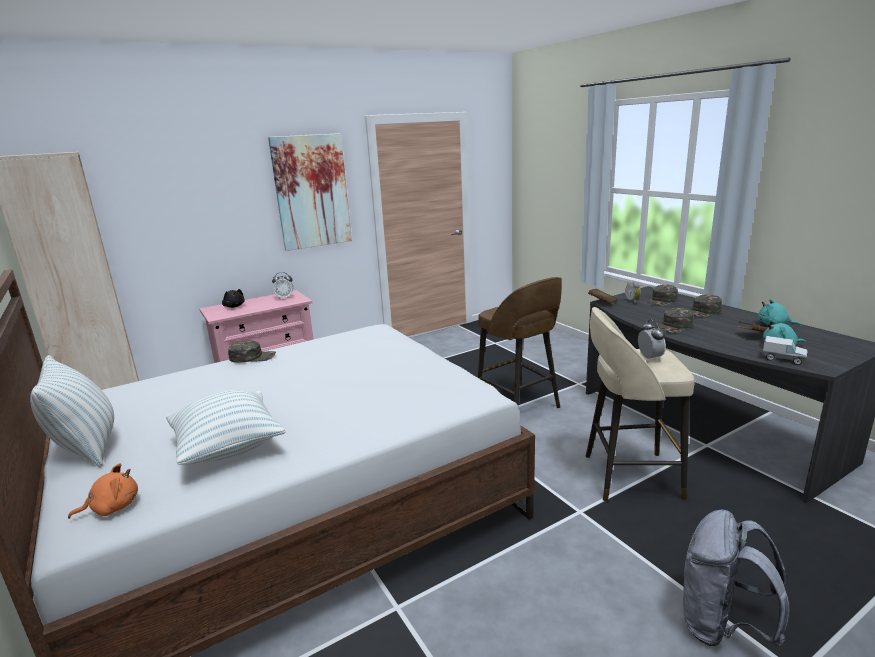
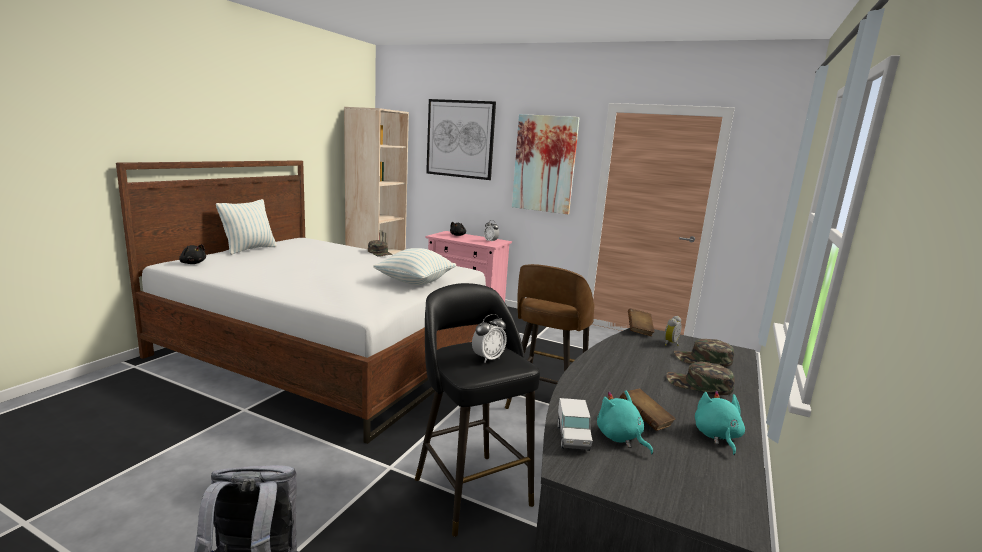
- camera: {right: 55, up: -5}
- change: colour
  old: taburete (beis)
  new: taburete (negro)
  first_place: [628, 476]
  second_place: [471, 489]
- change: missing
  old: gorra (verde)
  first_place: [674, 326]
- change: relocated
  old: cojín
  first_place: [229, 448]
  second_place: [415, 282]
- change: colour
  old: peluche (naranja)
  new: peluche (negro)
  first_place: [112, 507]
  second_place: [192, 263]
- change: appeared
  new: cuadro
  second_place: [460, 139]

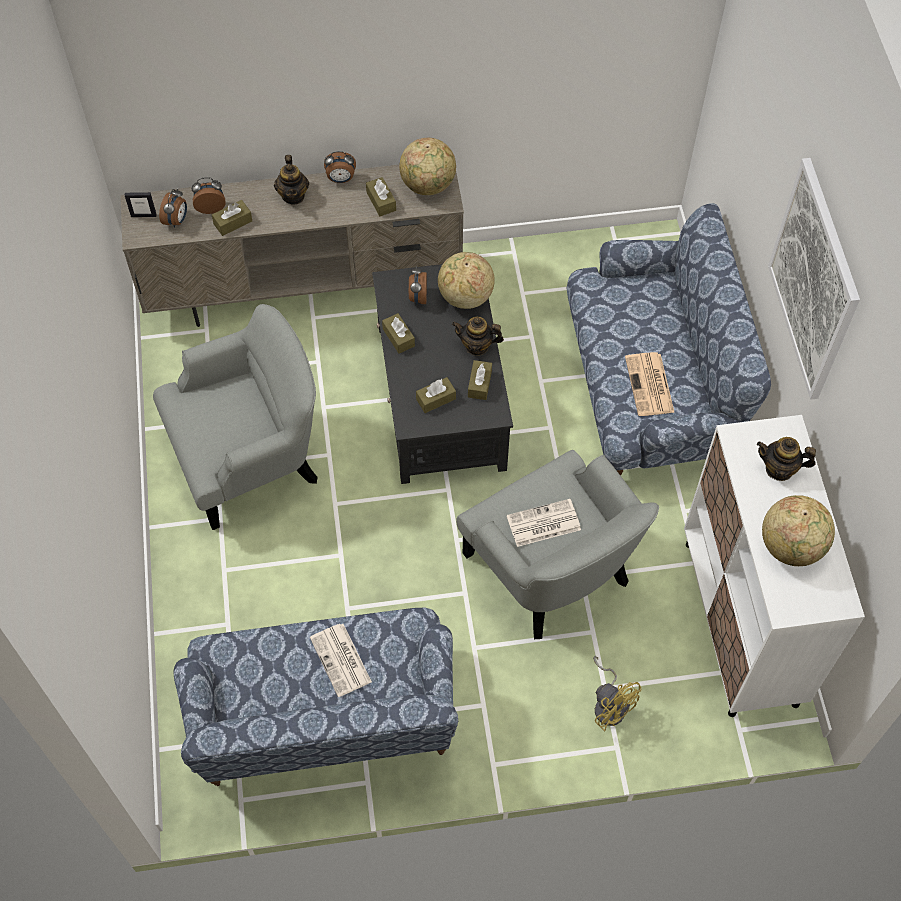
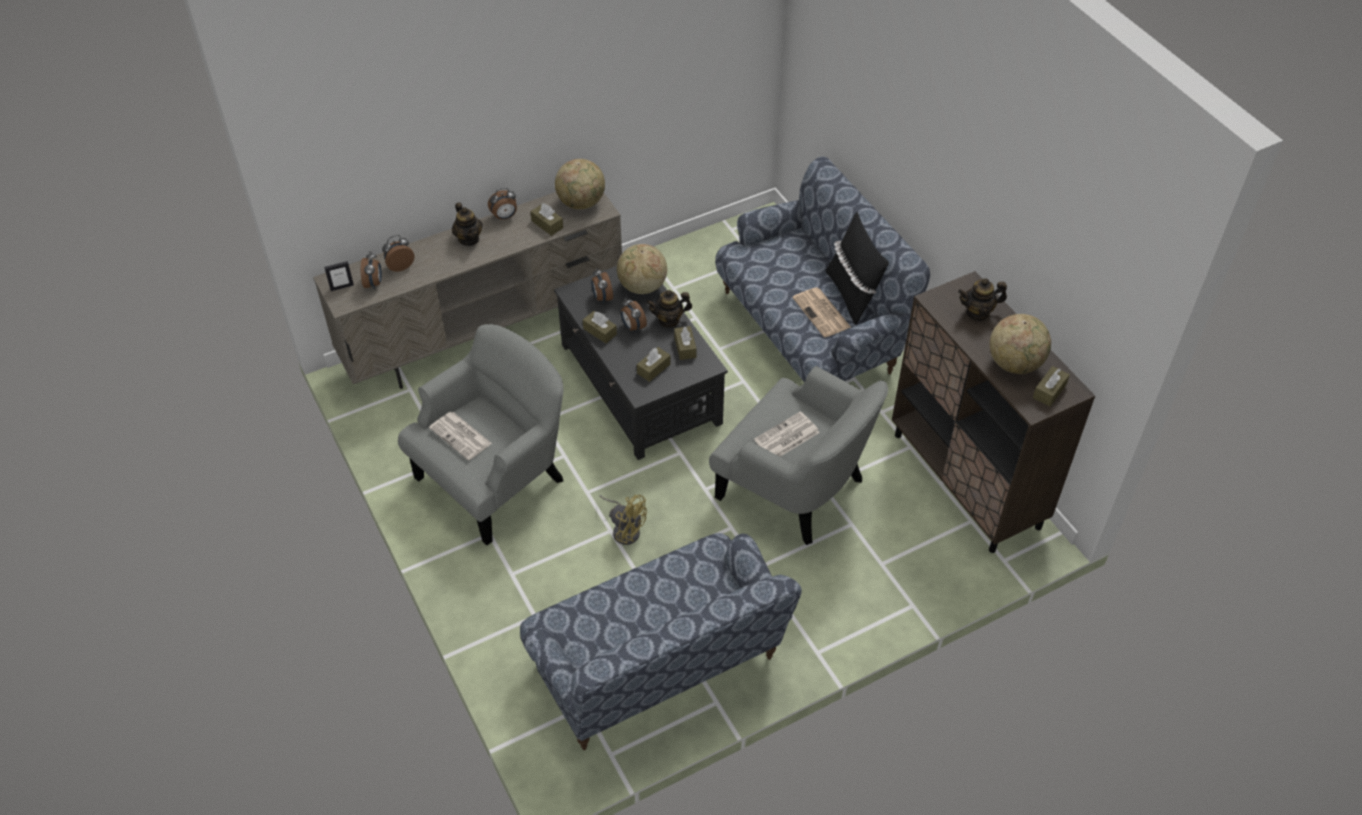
- camera: {right: -20, up: -10}
- change: missing
  old: cuadro
  first_place: [814, 280]
- change: relocated
  old: caja de pañuelos (marrón)
  first_place: [233, 222]
  second_place: [1049, 391]
- change: colour
  old: armario (blanco)
  new: armario (marrón)
  first_place: [740, 623]
  second_place: [966, 481]
- change: relocated
  old: periódico
  first_place: [341, 660]
  second_place: [461, 436]
- change: relocated
  old: ventilador (amarillo)
  first_place: [610, 704]
  second_place: [625, 529]
- change: appeared
  new: cojín (negro)
  second_place: [852, 294]
- change: appeared
  new: despertador
  second_place: [633, 327]

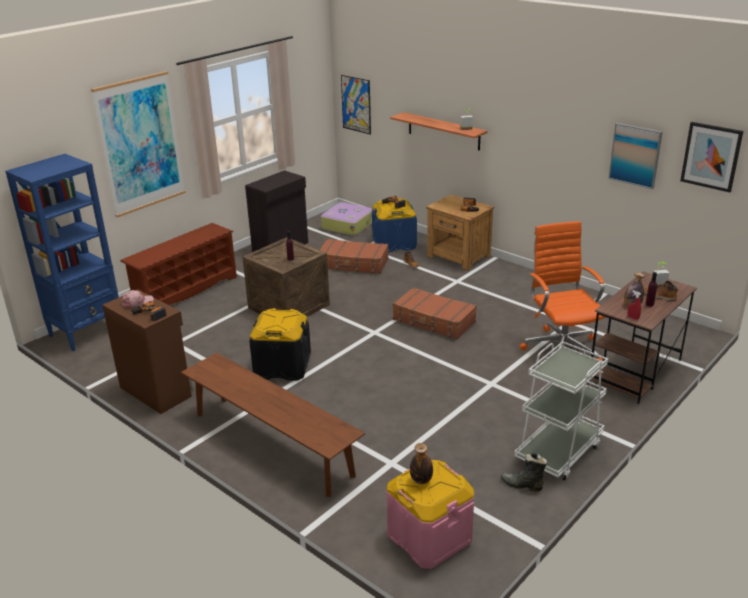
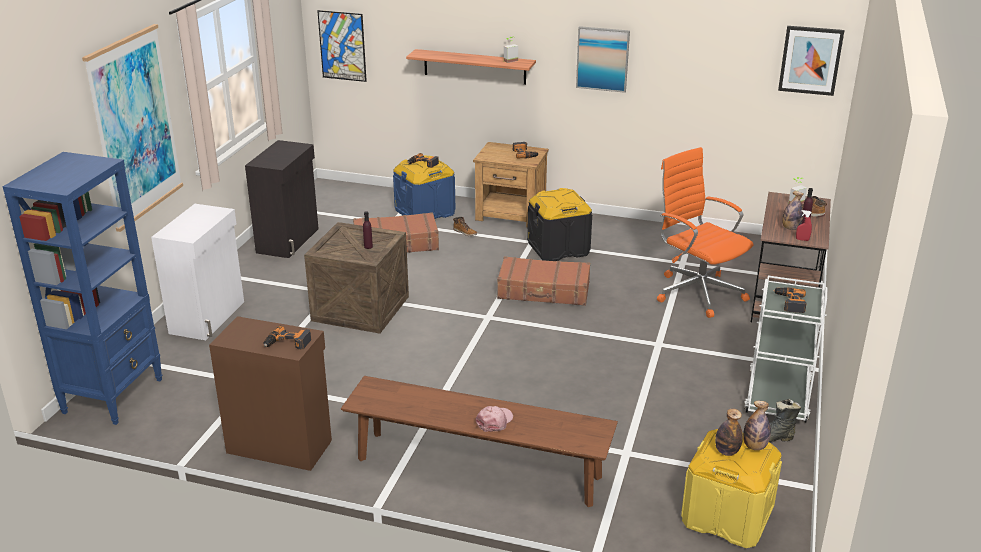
- camera: {right: -25, up: 0}
- change: relocated
  old: cuadro
  first_place: [635, 155]
  second_place: [602, 59]
- change: missing
  old: maleta
  first_place: [347, 225]
- change: exchanged
  old: zapatero (marrón)
  new: armario (blanco)
  first_place: [185, 291]
  second_place: [209, 317]
- change: relocated
  old: gorra (rosa)
  first_place: [137, 302]
  second_place: [494, 421]
- change: relocated
  old: caja de almacenaje (negro)
  first_place: [283, 366]
  second_place: [558, 248]
- change: colour
  old: caja de almacenaje (rosa)
  new: caja de almacenaje (amarillo)
  first_place: [429, 537]
  second_place: [726, 516]
- change: appeared
  new: taladro
  second_place: [789, 302]
- change: appeared
  new: botella
  second_place: [754, 446]

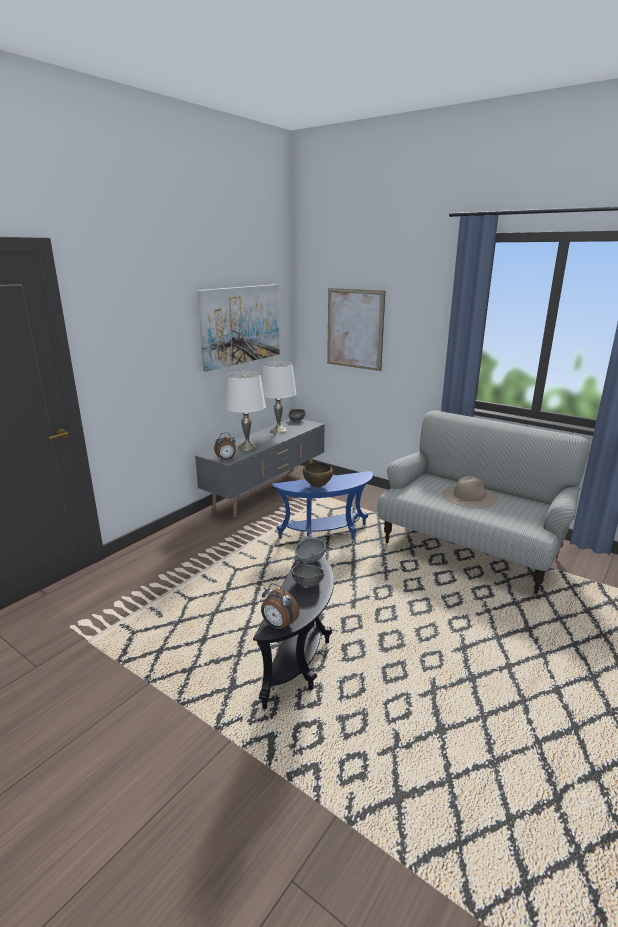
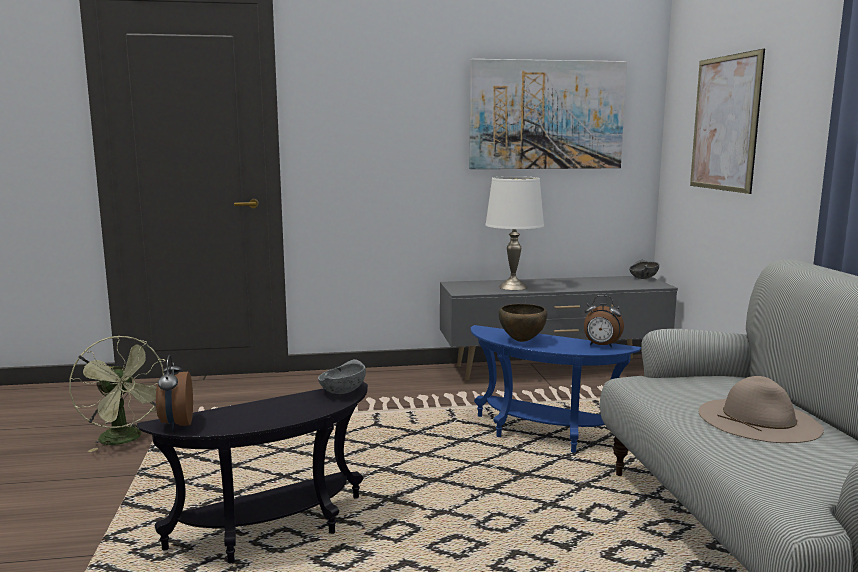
- camera: {right: 45, up: -10}
- change: missing
  old: lámpara de mesa (blanco)
  first_place: [279, 431]
- change: relocated
  old: despertador
  first_place: [226, 459]
  second_place: [601, 346]
- change: missing
  old: cuenco (gris)
  first_place: [308, 583]
- change: appeared
  new: ventilador (verde)
  second_place: [125, 440]

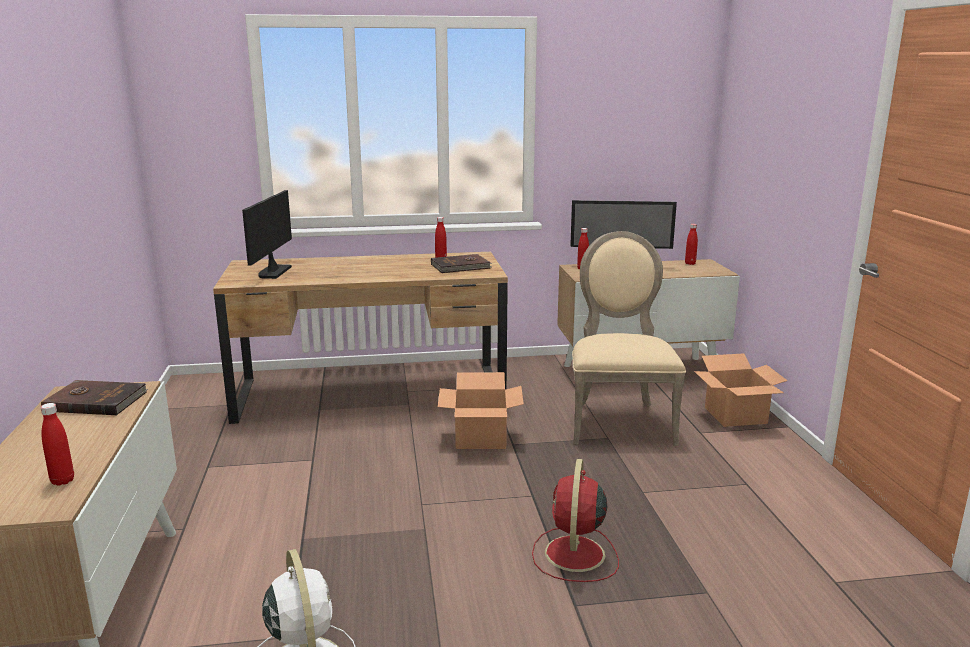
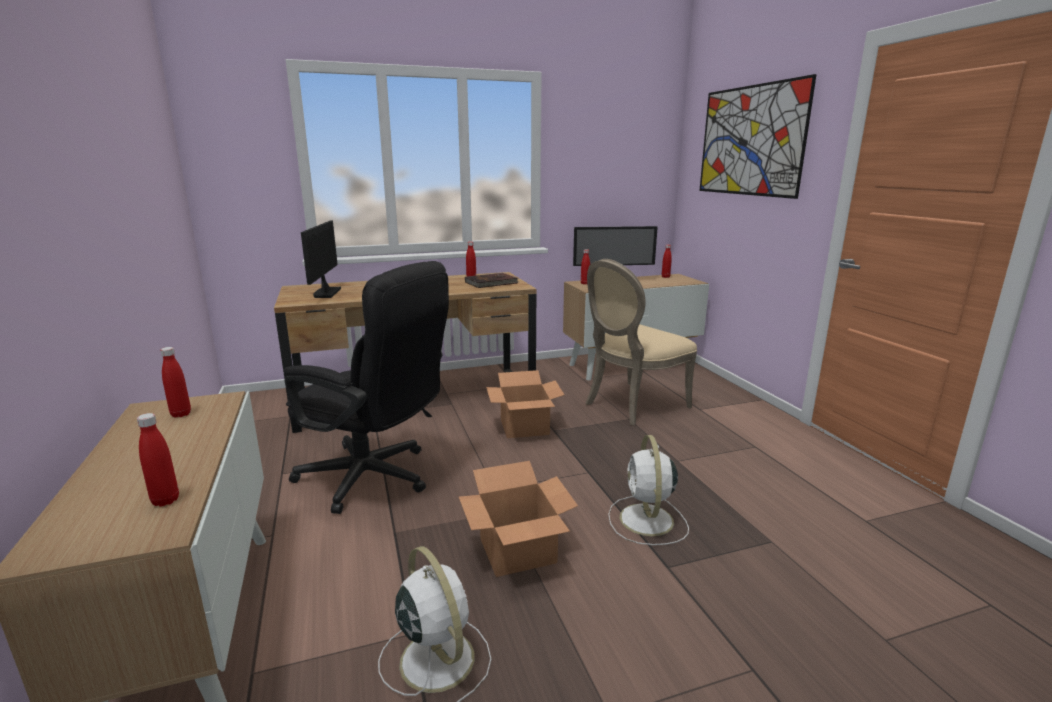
- camera: {right: -10, up: 0}
- change: spun
  old: silla (beis)
  first_place: [618, 421]
  second_place: [632, 405]
  degrees: -120
- change: relocated
  old: caja de cartón
  first_place: [736, 415]
  second_place: [518, 550]
- change: exchanged
  old: libro (marrón)
  new: botella (rojo)
  first_place: [96, 401]
  second_place: [181, 414]
- change: colour
  old: ventilador (rojo)
  new: ventilador (blanco)
  first_place: [574, 555]
  second_place: [647, 521]
- change: appeared
  new: cuadro
  second_place: [750, 141]
- change: appeared
  new: silla de oficina (negro)
  second_place: [375, 479]

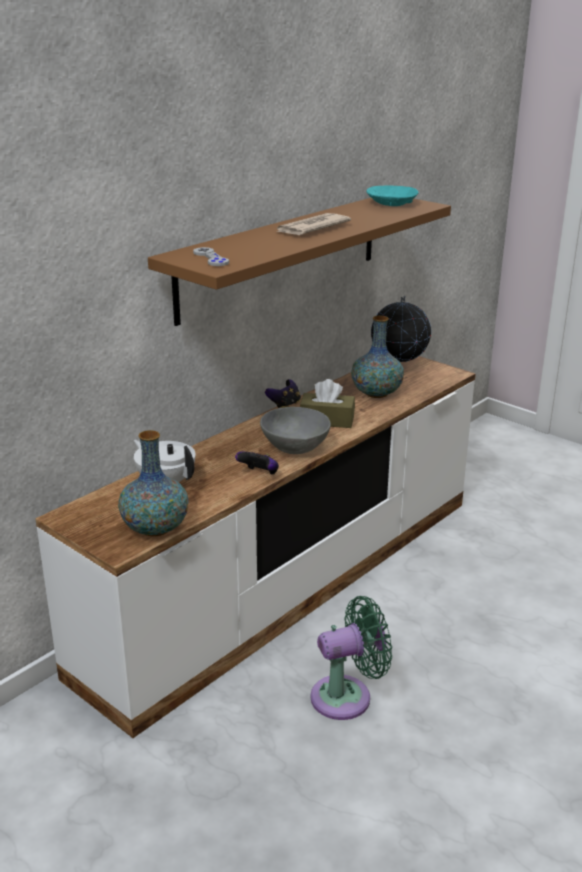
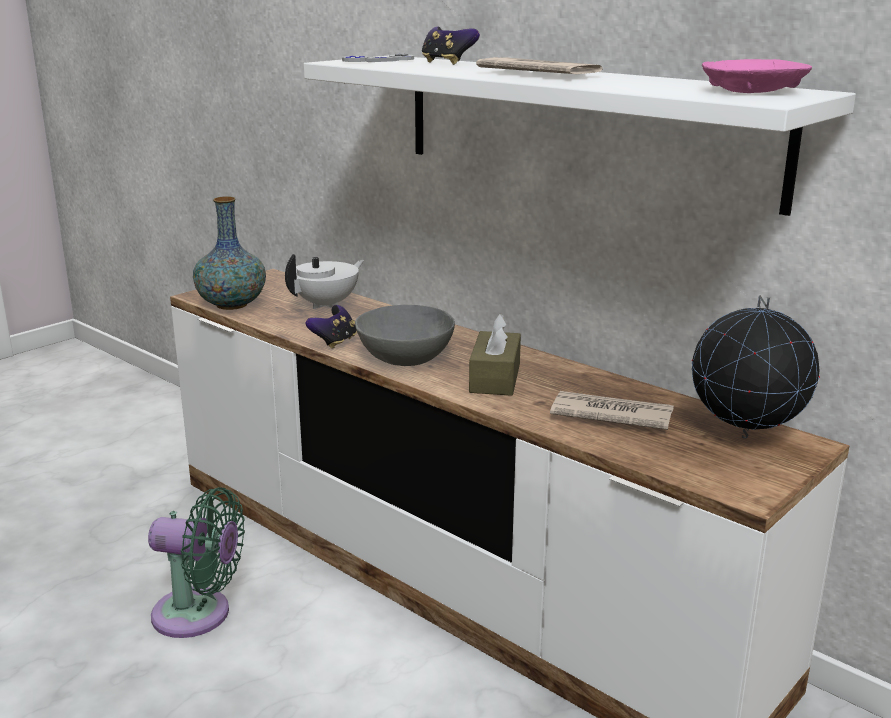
- camera: {right: 90, up: -5}
- change: colour
  old: cuenco (turquesa)
  new: cuenco (rosa)
  first_place: [391, 204]
  second_place: [751, 91]
- change: colour
  old: estante (marrón)
  new: estante (blanco)
  first_place: [281, 255]
  second_place: [580, 126]
- change: exchanged
  old: florero
  new: periódico
  first_place: [376, 393]
  second_place: [610, 415]
- change: relocated
  old: mando de consola
  first_place: [284, 405]
  second_place: [447, 63]
- change: spun
  old: ventilador (verde)
  first_place: [347, 696]
  second_place: [199, 615]
  degrees: -60

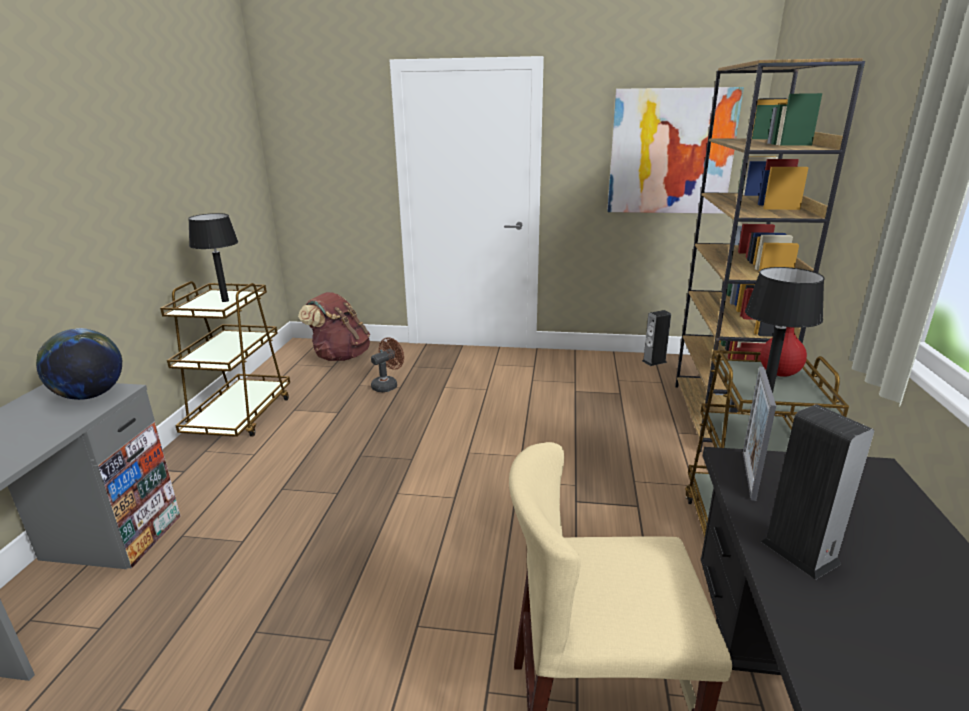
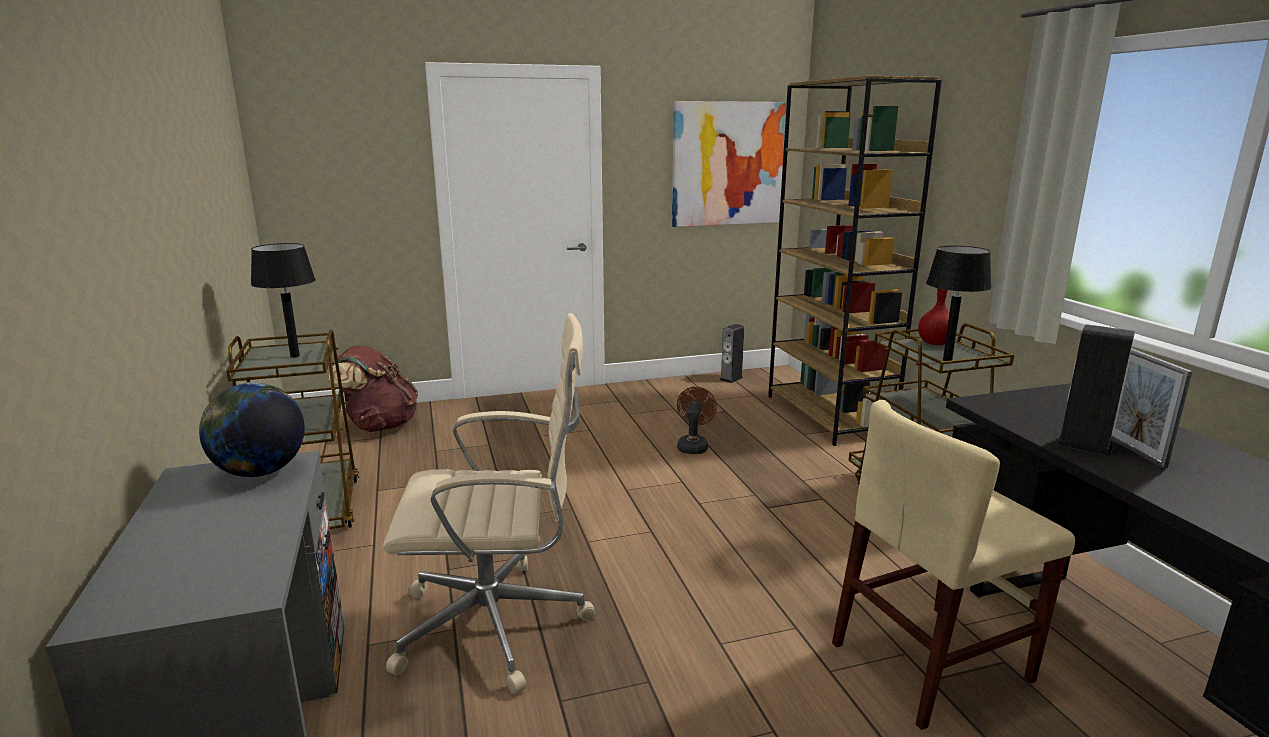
- camera: {right: -25, up: -5}
- change: relocated
  old: ventilador (marrón)
  first_place: [387, 385]
  second_place: [693, 446]
- change: relocated
  old: portarretratos
  first_place: [748, 475]
  second_place: [1133, 450]
- change: appeared
  new: silla de oficina (beis)
  second_place: [498, 624]

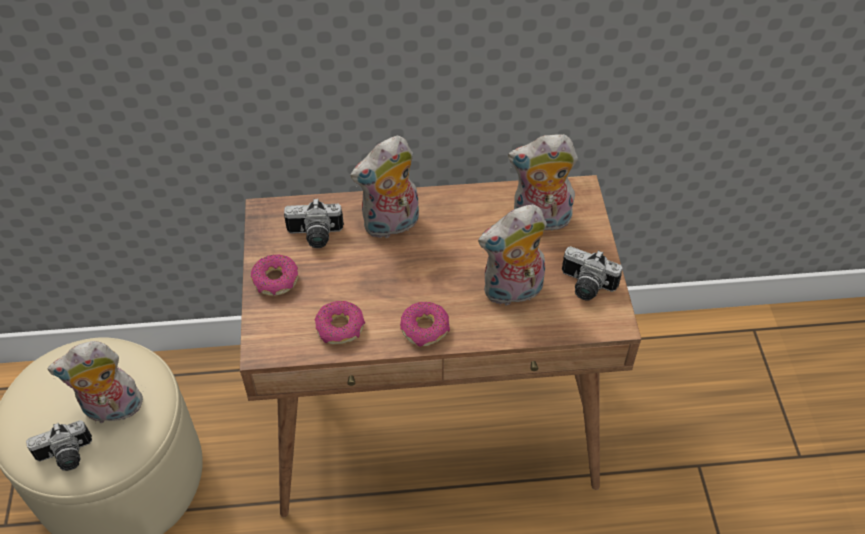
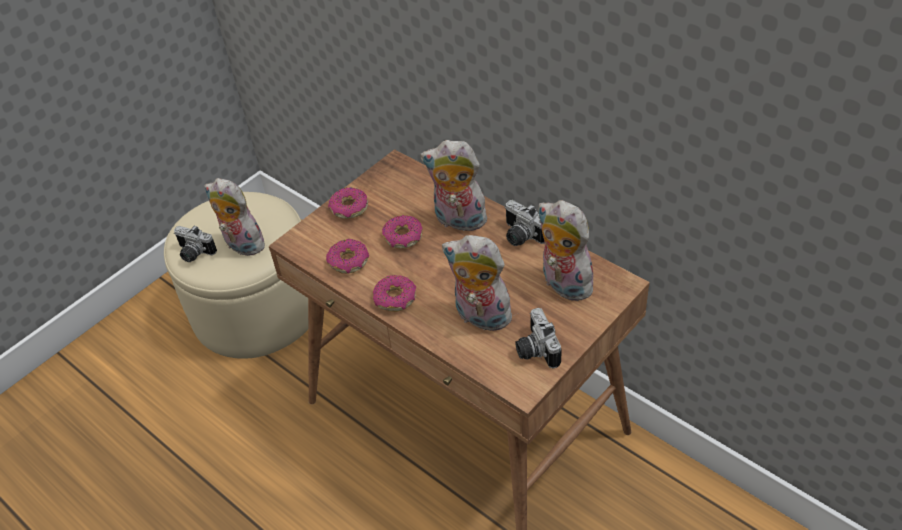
- camera: {right: 50, up: -5}
- change: relocated
  old: cámara
  first_place: [315, 236]
  second_place: [520, 236]
- change: appeared
  new: rosquilla
  second_place: [403, 237]

